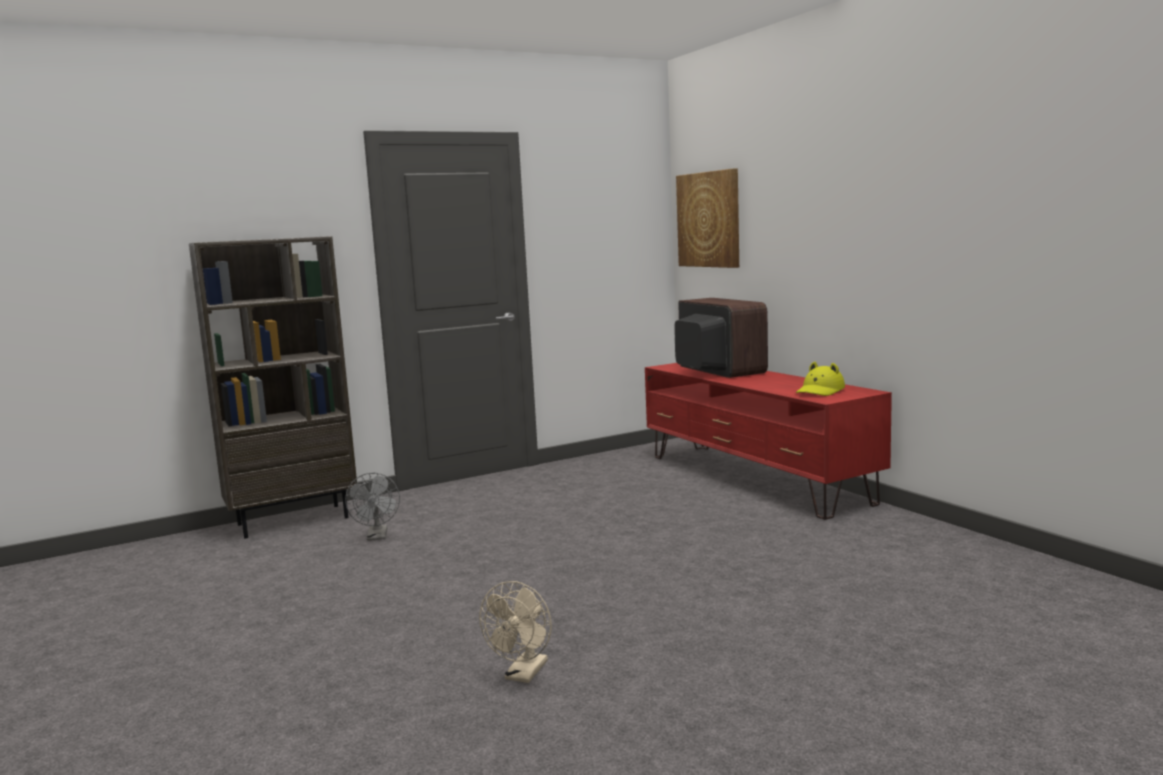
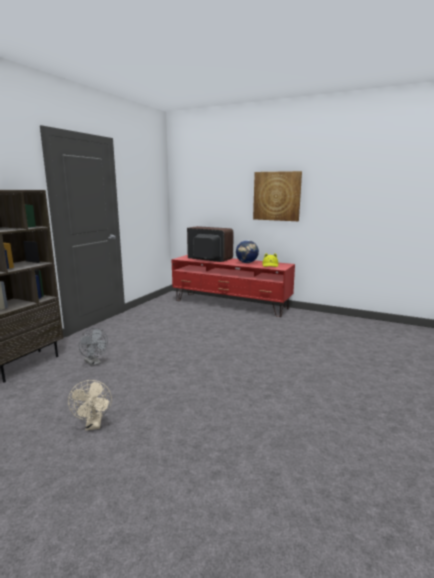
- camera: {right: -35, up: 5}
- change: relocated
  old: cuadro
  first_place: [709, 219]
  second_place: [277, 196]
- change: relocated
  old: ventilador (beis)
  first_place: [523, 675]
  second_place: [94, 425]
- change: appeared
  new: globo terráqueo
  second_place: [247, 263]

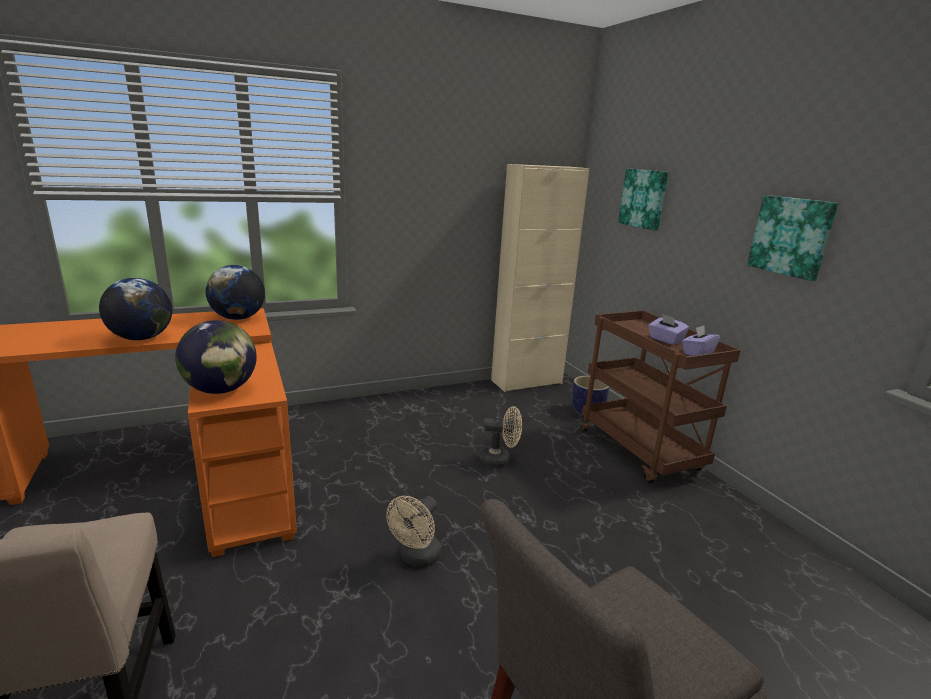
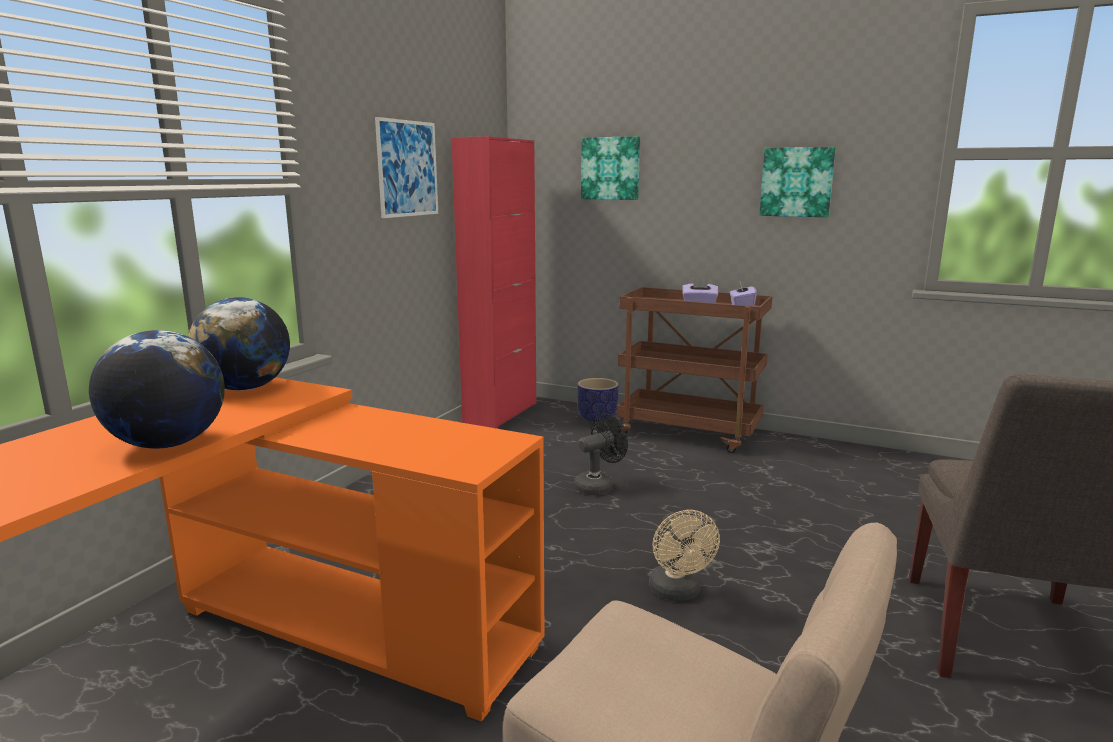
- camera: {right: -40, up: -5}
- change: colour
  old: armario (beis)
  new: armario (rojo)
  first_place: [526, 382]
  second_place: [500, 413]
- change: missing
  old: globo terráqueo
  first_place: [221, 390]
- change: colour
  old: ventilador (beis)
  new: ventilador (negro)
  first_place: [499, 460]
  second_place: [599, 486]
- change: appeared
  new: cuadro
  second_place: [407, 168]

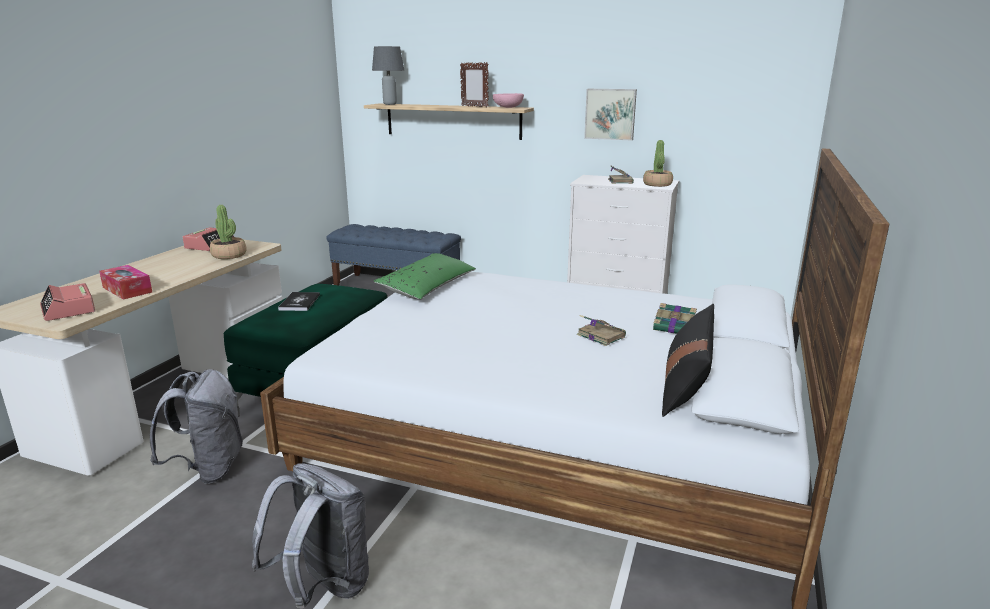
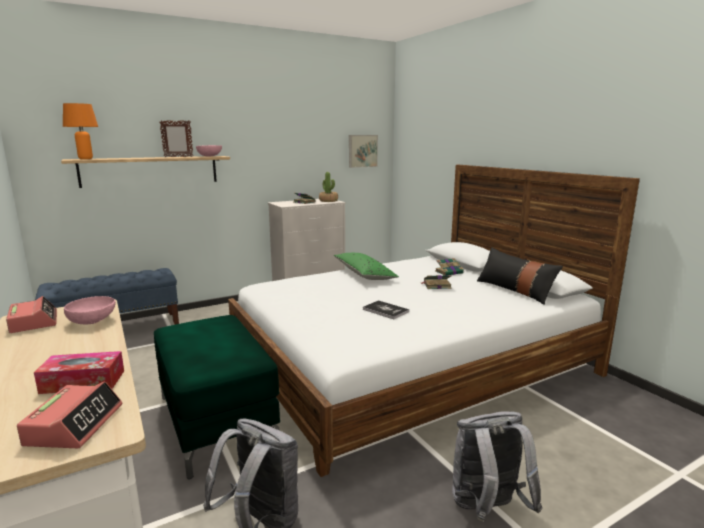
- camera: {right: -50, up: -5}
- change: colour
  old: lámpara de mesa (gris)
  new: lámpara de mesa (naranja)
  first_place: [390, 104]
  second_place: [86, 159]
- change: relocated
  old: cuadro
  first_place: [610, 114]
  second_place: [362, 151]
- change: exchanged
  old: planta en maceta
  new: cuenco (rosa)
  first_place: [229, 255]
  second_place: [93, 321]
- change: relocated
  old: cojín (verde)
  first_place: [427, 287]
  second_place: [364, 274]
- change: spun
  old: despertador
  first_place: [68, 309]
  second_place: [75, 424]
  degrees: -90
- change: relocated
  old: libro
  first_place: [299, 302]
  second_place: [385, 310]

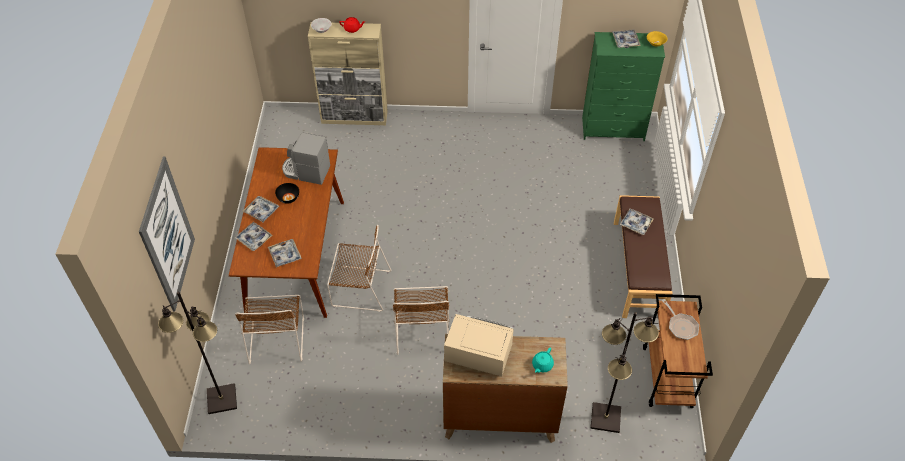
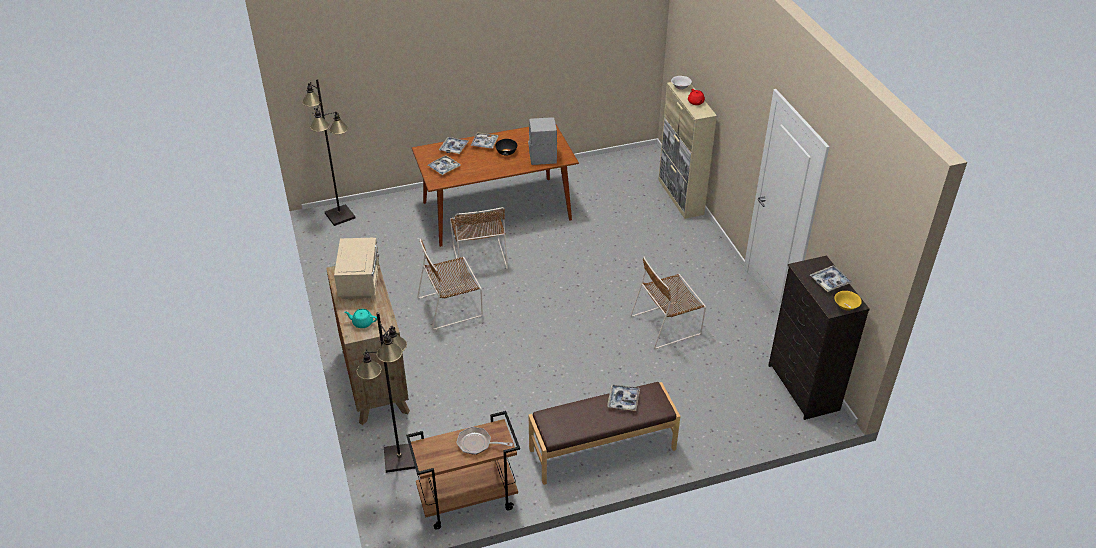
- camera: {right: 70, up: -10}
- change: colour
  old: cómoda (verde)
  new: cómoda (negro)
  first_place: [613, 129]
  second_place: [803, 388]
- change: missing
  old: cuadro
  first_place: [168, 235]
- change: relocated
  old: silla (marrón)
  first_place: [277, 338]
  second_place: [667, 324]
- change: spun
  old: sartén
  first_place: [681, 326]
  second_place: [477, 444]
  degrees: 60

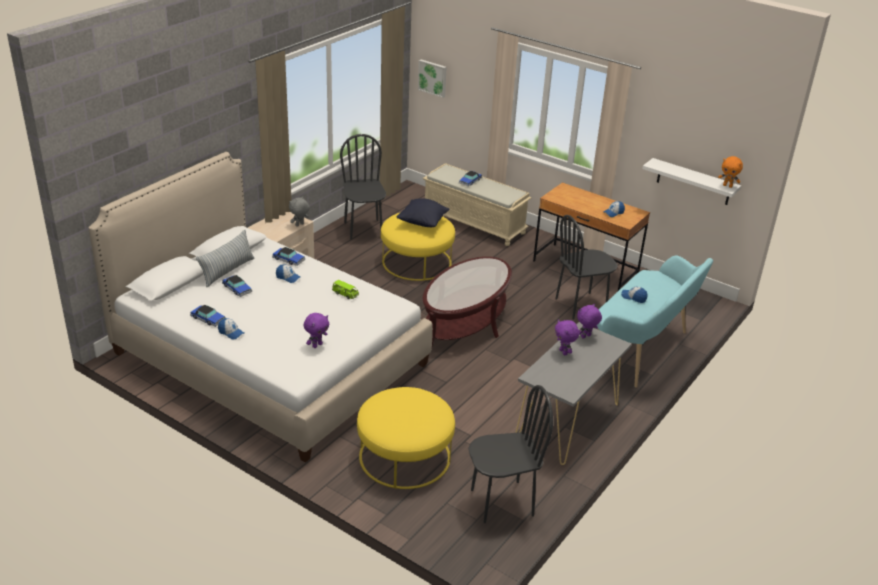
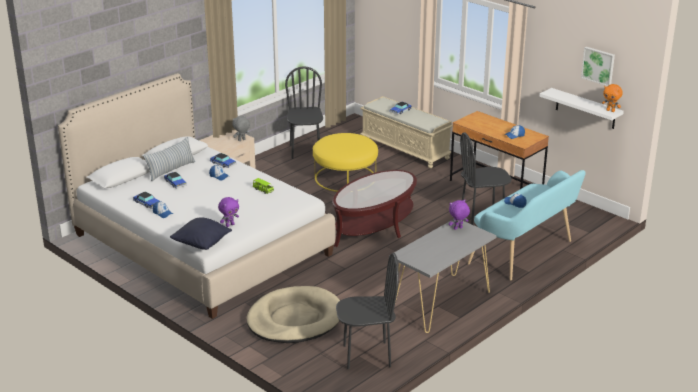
- camera: {right: 10, up: -5}
- change: relocated
  old: cuadro
  first_place: [433, 78]
  second_place: [598, 66]
- change: relocated
  old: cojín (negro)
  first_place: [422, 223]
  second_place: [201, 244]
- change: missing
  old: peluche (morado)
  first_place: [564, 352]
- change: exchanged
  old: puf (amarillo)
  new: cama para perro (beis)
  first_place: [404, 456]
  second_place: [294, 319]

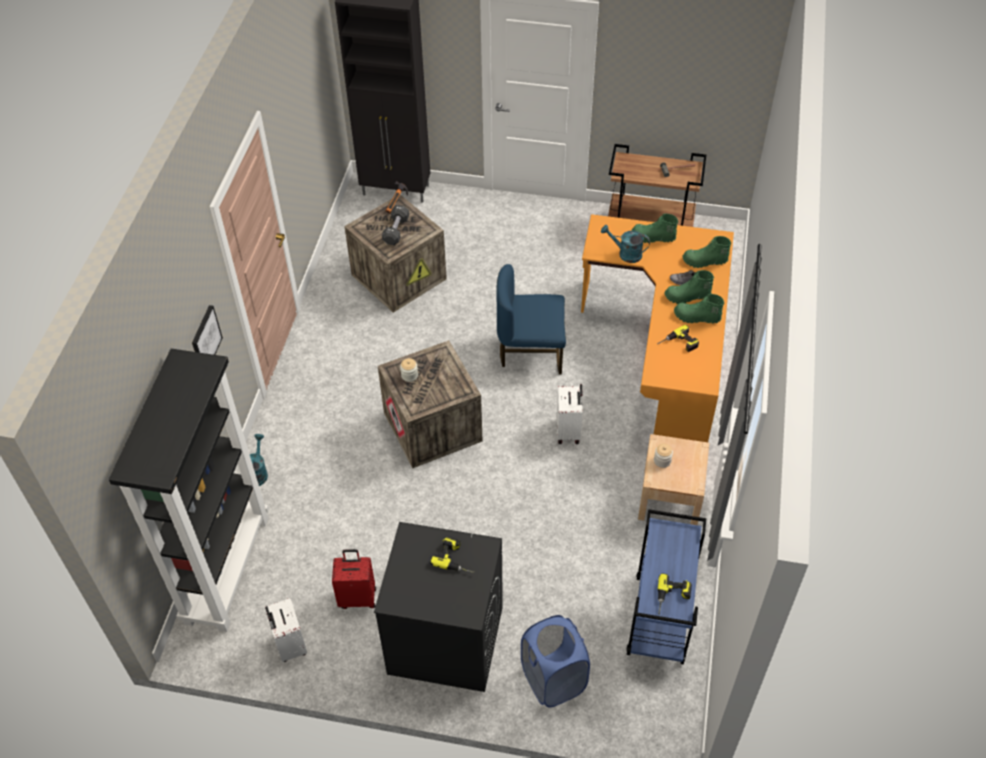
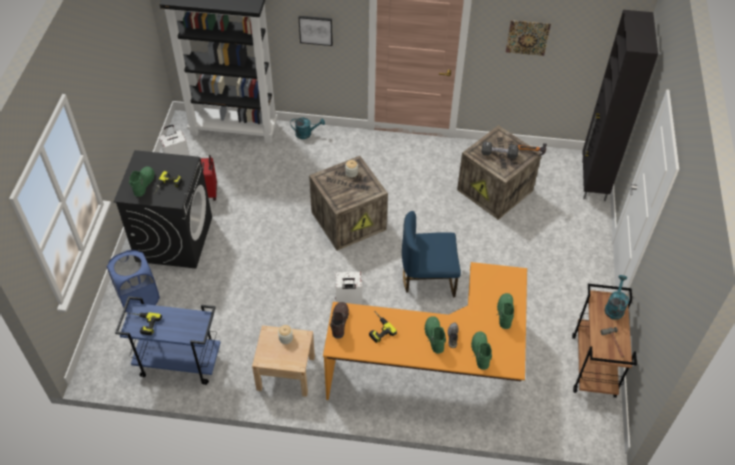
- camera: {right: 85, up: 0}
- change: relocated
  old: regadera (turquesa)
  first_place: [625, 254]
  second_place: [614, 307]
- change: spun
  old: silla (azul)
  first_place: [531, 351]
  second_place: [428, 278]
  degrees: -90
- change: relocated
  old: bota (verde)
  first_place: [696, 317]
  second_place: [143, 184]
- change: appeared
  new: cuadro
  second_place: [527, 38]
- change: appeared
  new: bota (marrón)
  second_place: [339, 322]

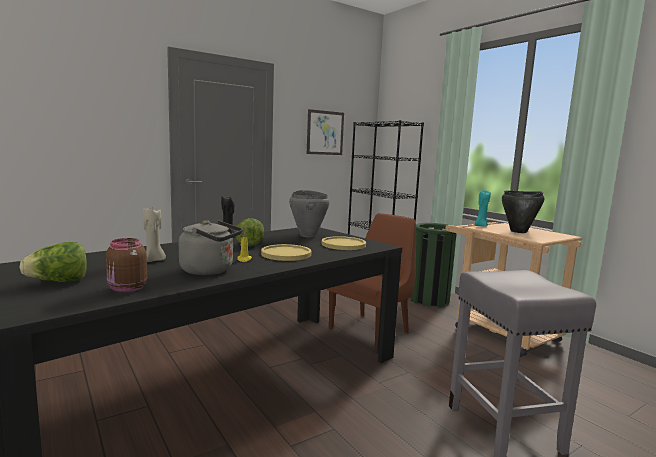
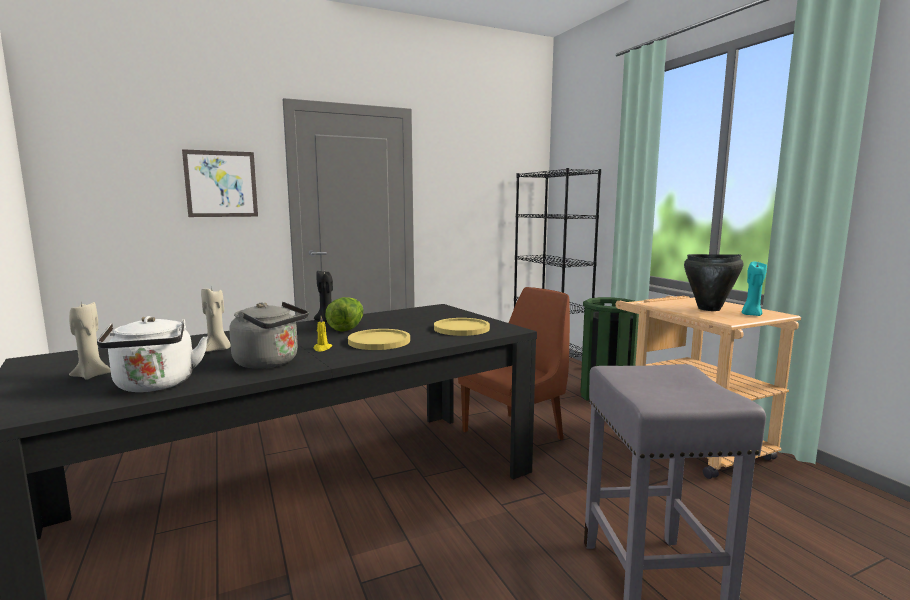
- camera: {right: 10, up: 0}
- change: relocated
  old: cuadro
  first_place: [325, 133]
  second_place: [221, 184]
- change: missing
  old: olla (gris)
  first_place: [308, 235]
- change: relocated
  old: vela (turquesa)
  first_place: [480, 226]
  second_place: [751, 315]
- change: exchanged
  old: tarro (marrón)
  new: hervidor (blanco)
  first_place: [126, 289]
  second_place: [155, 386]
- change: exchanged
  old: lechuga
  new: vela (beis)
  first_place: [59, 282]
  second_place: [91, 375]

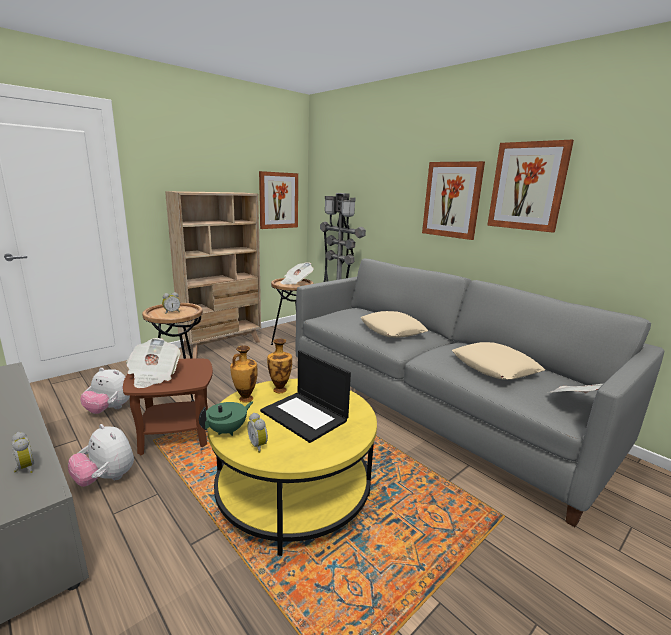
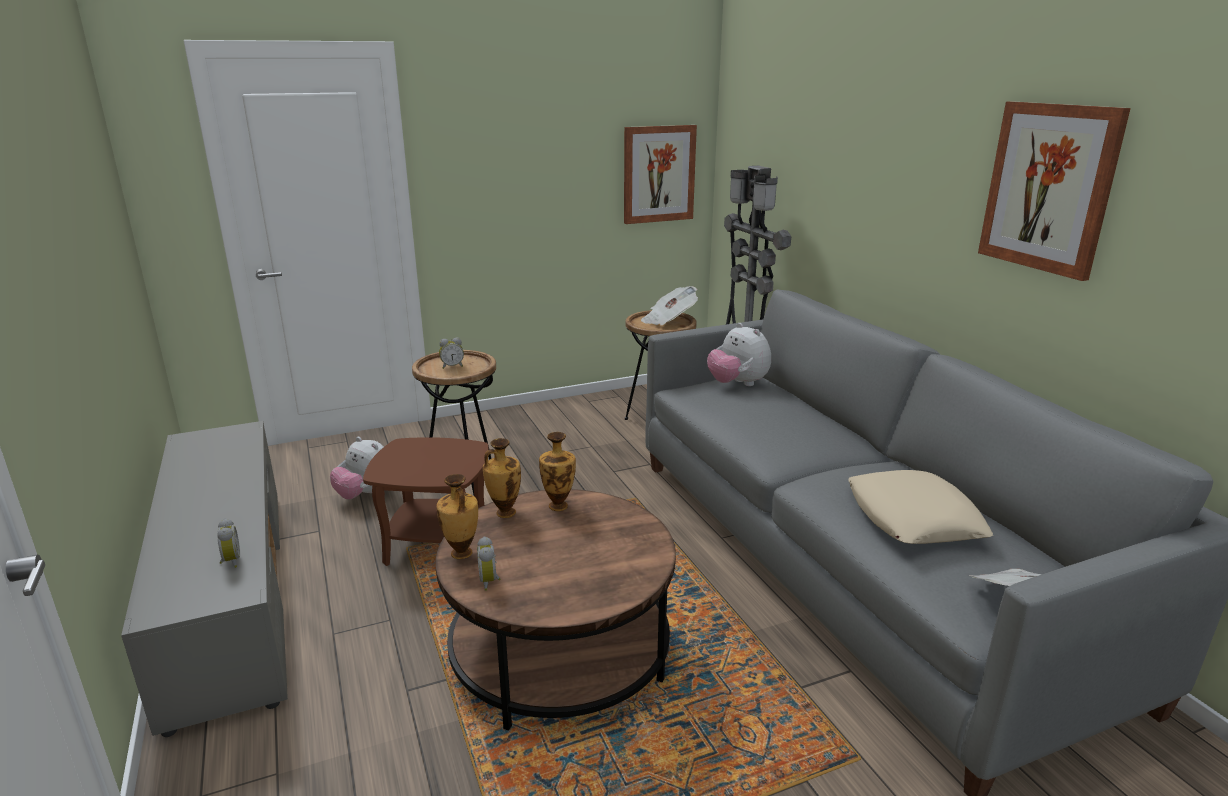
- camera: {right: 20, up: 5}
- change: missing
  old: cuadro
  first_place: [452, 200]
- change: missing
  old: estantería (beis)
  first_place: [222, 345]
- change: missing
  old: cojín (beis)
  first_place: [392, 330]
- change: missing
  old: periódico
  first_place: [153, 375]
- change: missing
  old: portátil
  first_place: [305, 416]
- change: colour
  old: mesa de centro (amarillo)
  new: mesa de centro (marrón)
  first_place: [293, 490]
  second_place: [560, 652]
- change: exchanged
  old: tetera (verde)
  new: florero
  first_place: [228, 430]
  second_place: [461, 554]
- change: relocated
  old: peluche
  first_place: [106, 479]
  second_place: [737, 384]

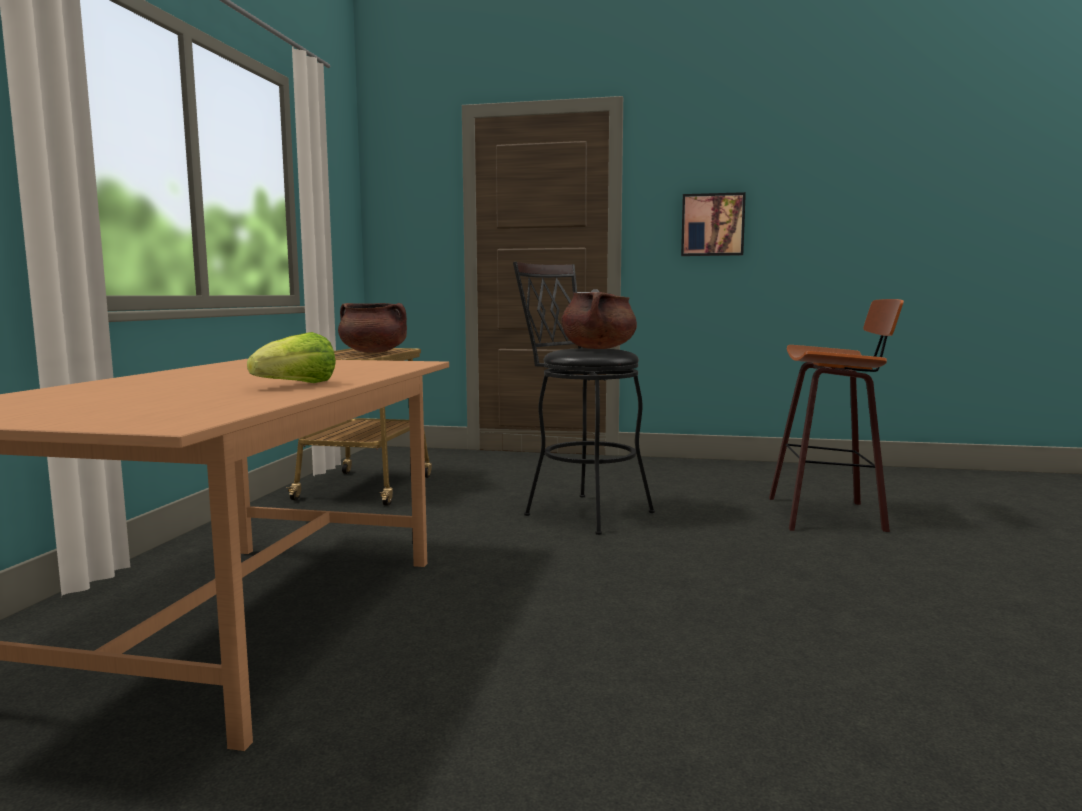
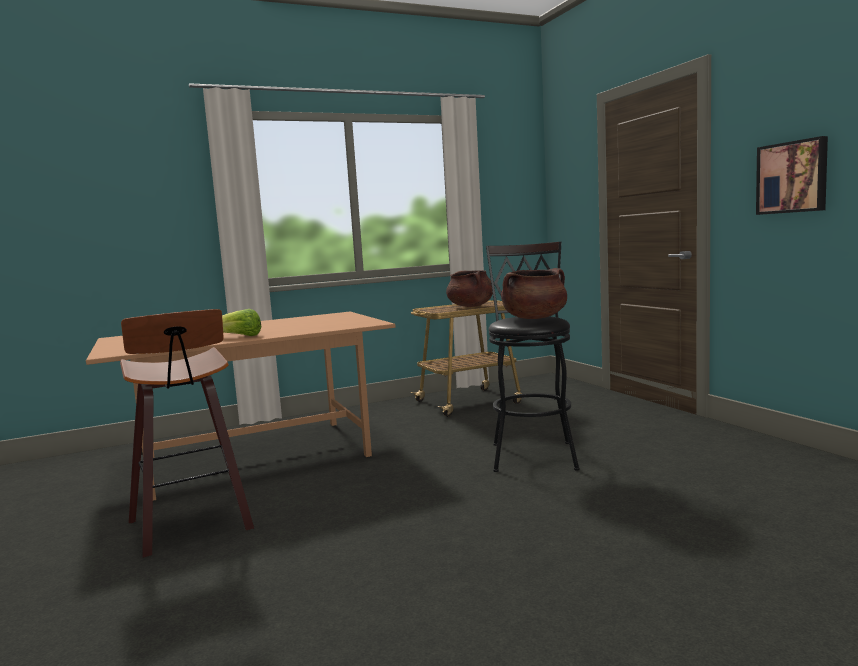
- camera: {right: 55, up: 0}
- change: relocated
  old: taburete
  first_place: [829, 514]
  second_place: [195, 525]

